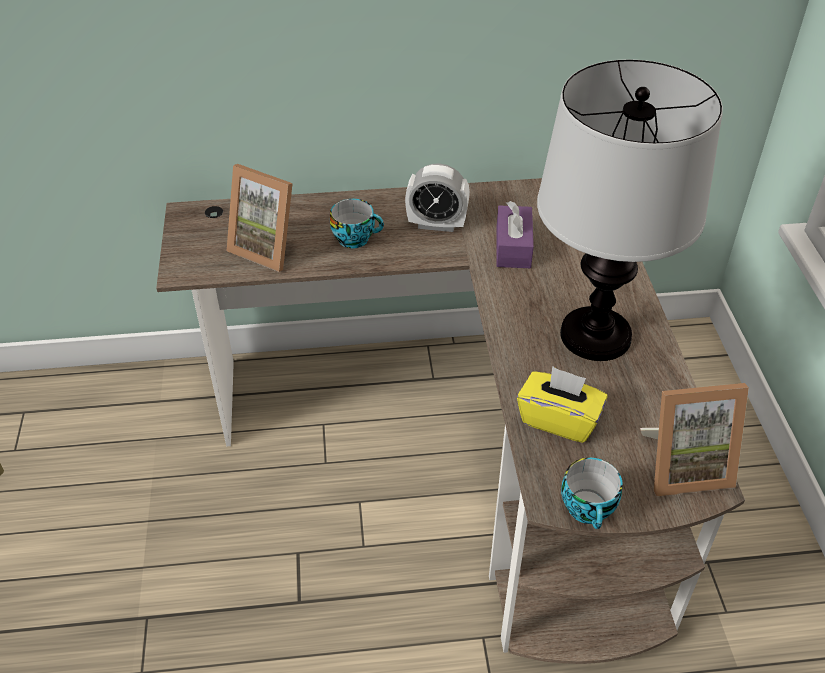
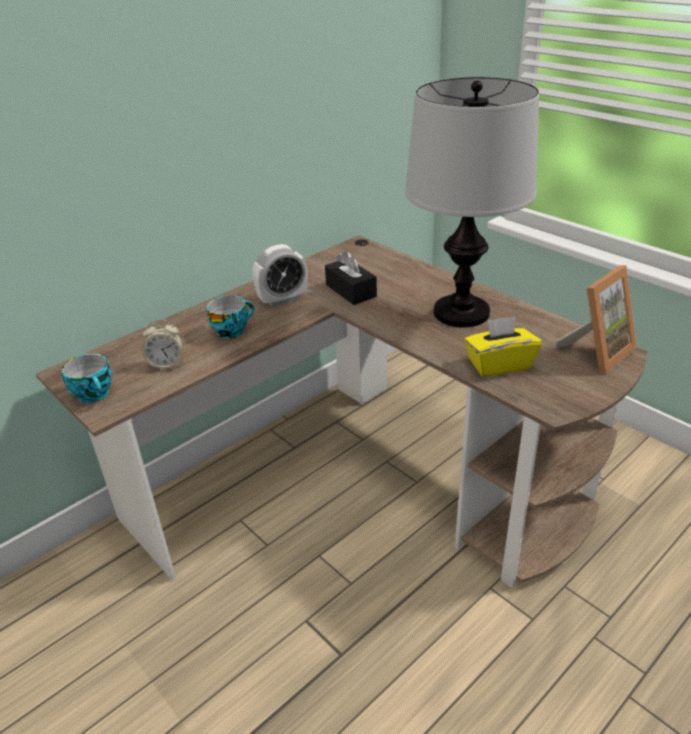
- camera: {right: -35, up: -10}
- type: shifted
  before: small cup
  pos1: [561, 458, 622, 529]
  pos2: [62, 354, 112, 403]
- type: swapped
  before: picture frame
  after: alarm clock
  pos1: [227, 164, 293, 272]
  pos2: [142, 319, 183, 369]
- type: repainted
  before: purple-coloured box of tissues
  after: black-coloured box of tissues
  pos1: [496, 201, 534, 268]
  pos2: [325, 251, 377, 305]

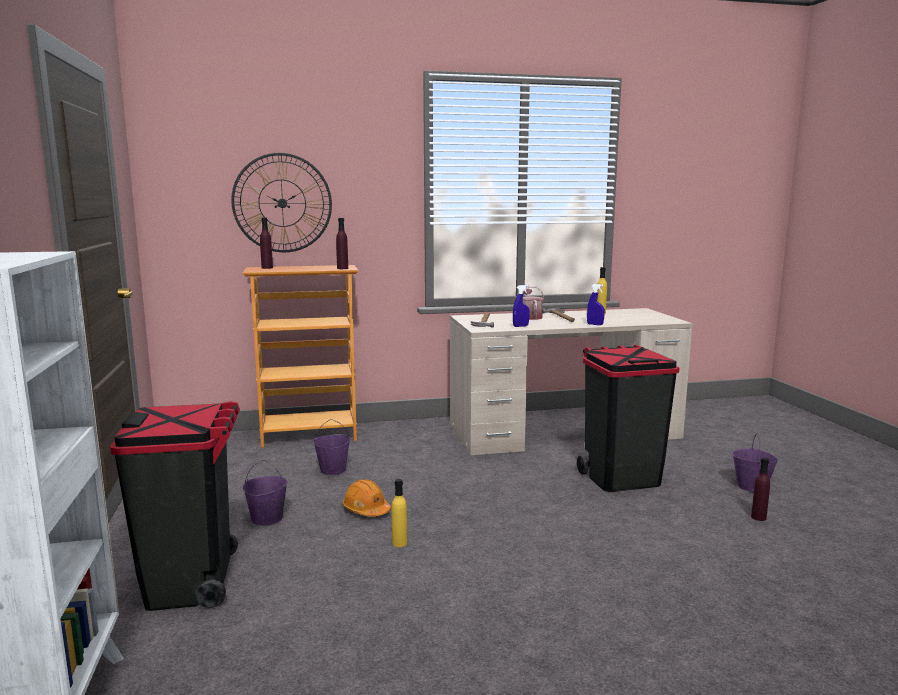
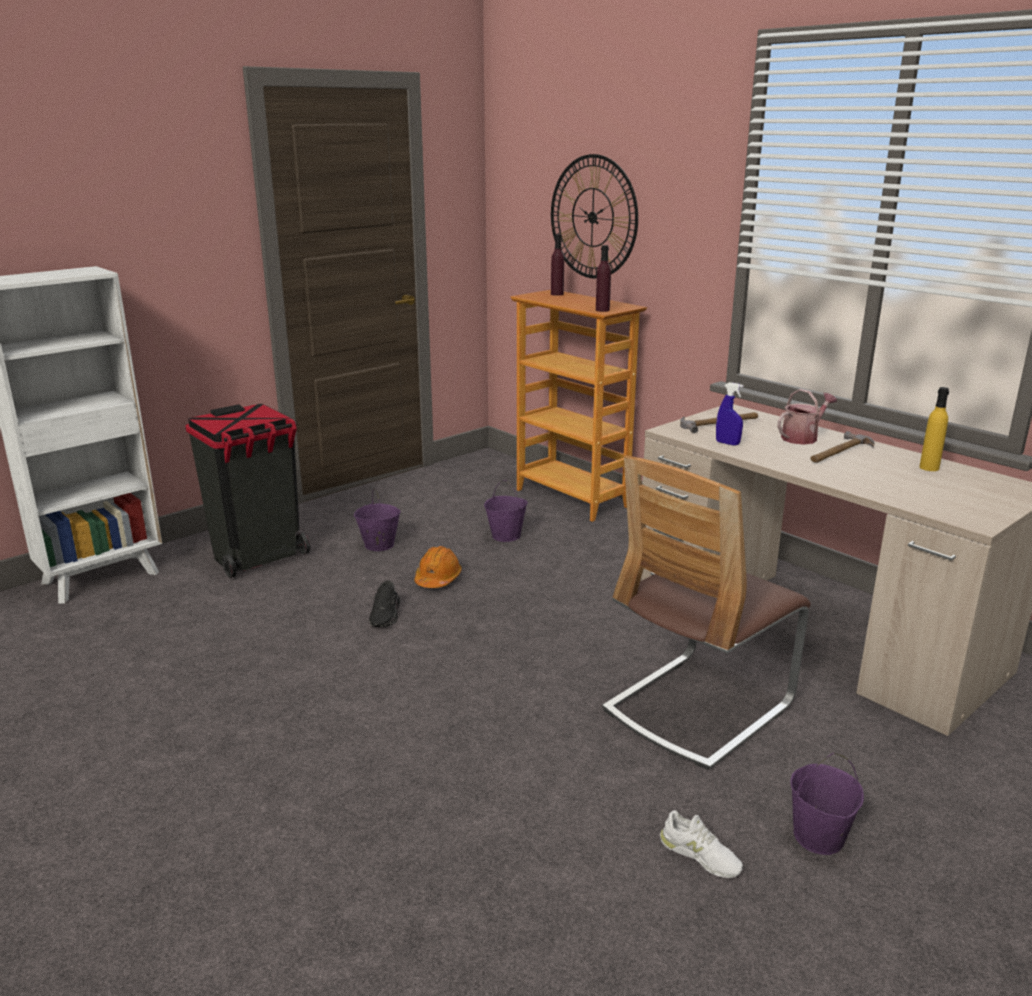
- camera: {right: 60, up: 10}
- type: gone
  before: blue-coloured sprayer
  pos1: [587, 284, 605, 325]
- type: swapped
  before: yellow drink bottle
  after: black-coloured item of footwear
  pos1: [392, 479, 407, 547]
  pos2: [369, 580, 400, 627]
- type: swapped
  before: black-coloured rubbish bin
  after: upright chair
  pos1: [577, 345, 679, 492]
  pos2: [602, 455, 811, 770]
- type: swapped
  before: purple-coloured drink bottle
  after: white-coloured item of footwear
  pos1: [751, 457, 770, 521]
  pos2: [660, 810, 743, 878]

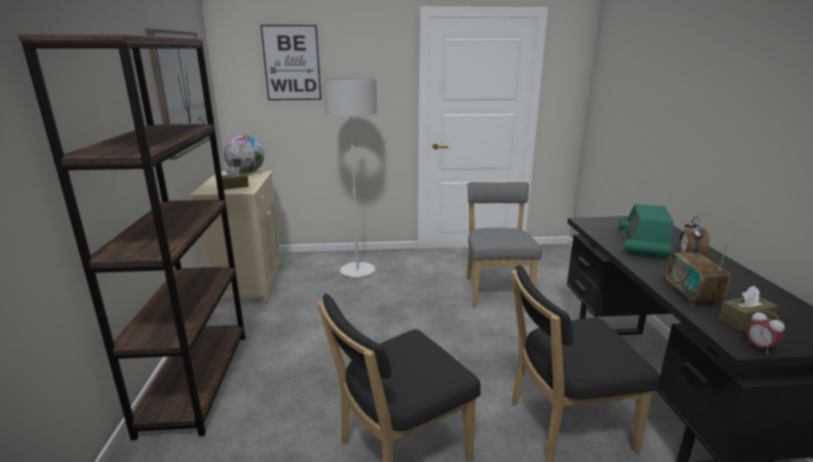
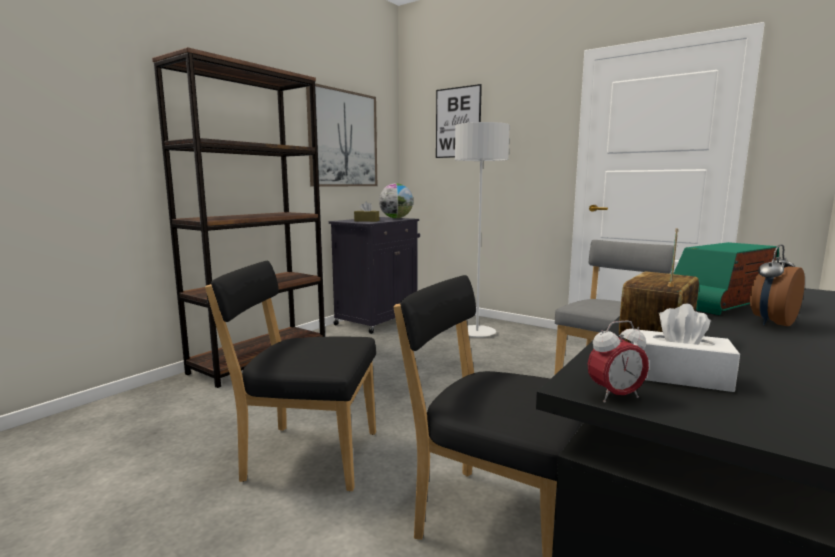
- camera: {right: 40, up: -10}
- type: repainted
  before: beige-coloured cabinet
  after: black-coloured cabinet
  pos1: [190, 171, 281, 304]
  pos2: [329, 217, 420, 334]
- type: repainted
  before: brown-coloured box of tissues
  after: white-coloured box of tissues
  pos1: [718, 286, 779, 331]
  pos2: [633, 304, 740, 392]
- type: rotated
  before: alarm clock
  pos1: [746, 310, 785, 354]
  pos2: [587, 320, 649, 403]
  turn: -120

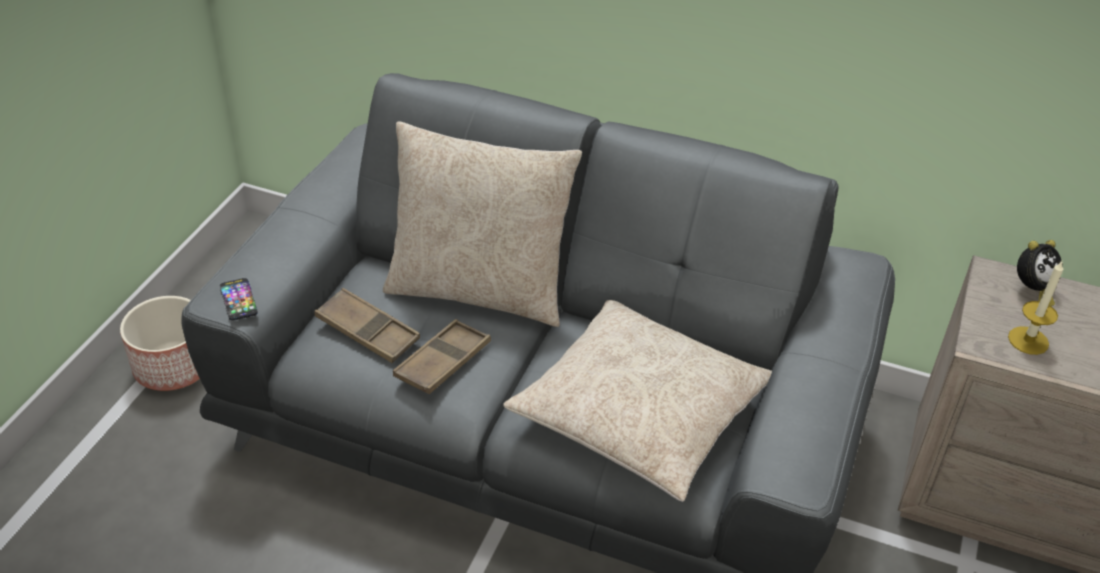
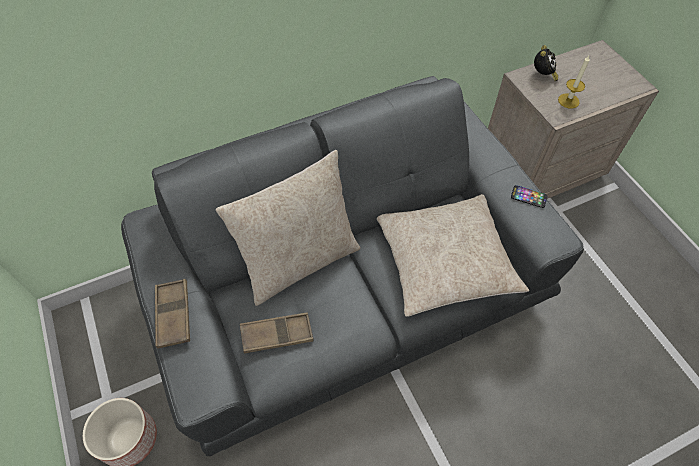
- camera: {right: -45, up: 15}
- type: shifted
  before: handset
  pos1: [220, 278, 258, 321]
  pos2: [511, 185, 547, 208]
- type: shifted
  before: brown-coloured tray
  pos1: [393, 319, 491, 394]
  pos2: [155, 279, 190, 349]

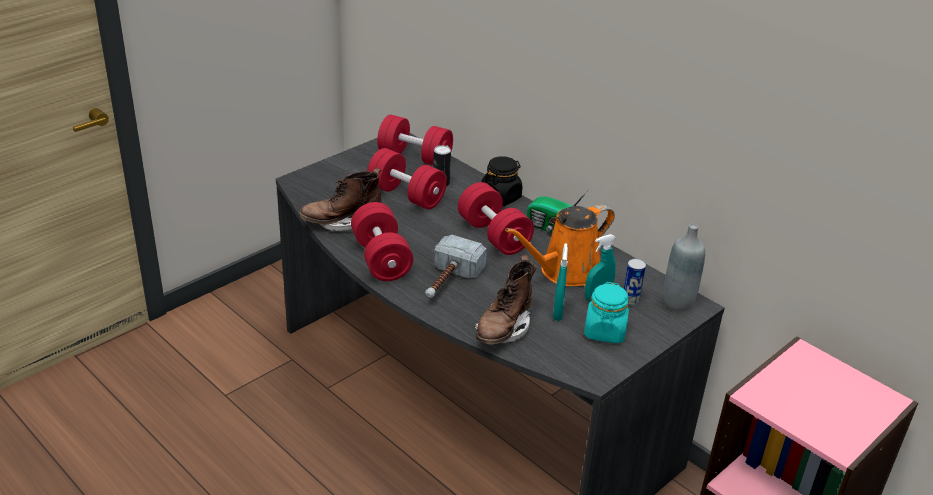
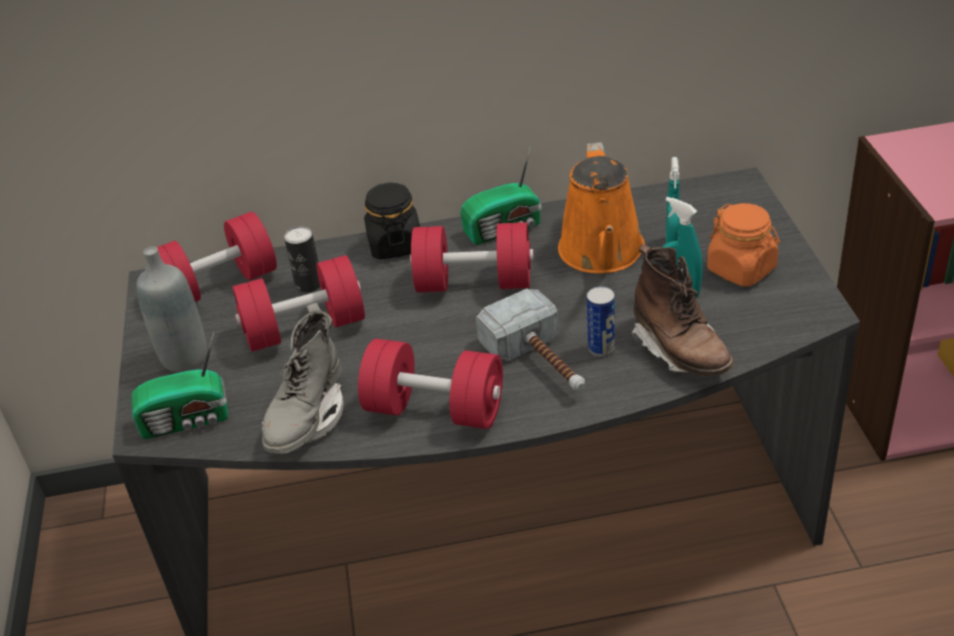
- camera: {right: -50, up: 5}
- type: new
  after: radio
  pos2: [131, 332, 228, 439]
- type: shifted
  before: metal can
  pos1: [624, 259, 646, 306]
  pos2: [587, 286, 615, 357]
- type: shifted
  before: gray drink bottle
  pos1: [663, 224, 705, 311]
  pos2: [136, 247, 207, 373]
- type: repainted
  before: brown-coloured boot
  after: gray boot
  pos1: [299, 168, 382, 231]
  pos2: [261, 303, 344, 454]
- type: repainted
  before: blue-green storage jar
  after: orange-coloured storage jar
  pos1: [584, 282, 629, 343]
  pos2: [707, 203, 780, 287]

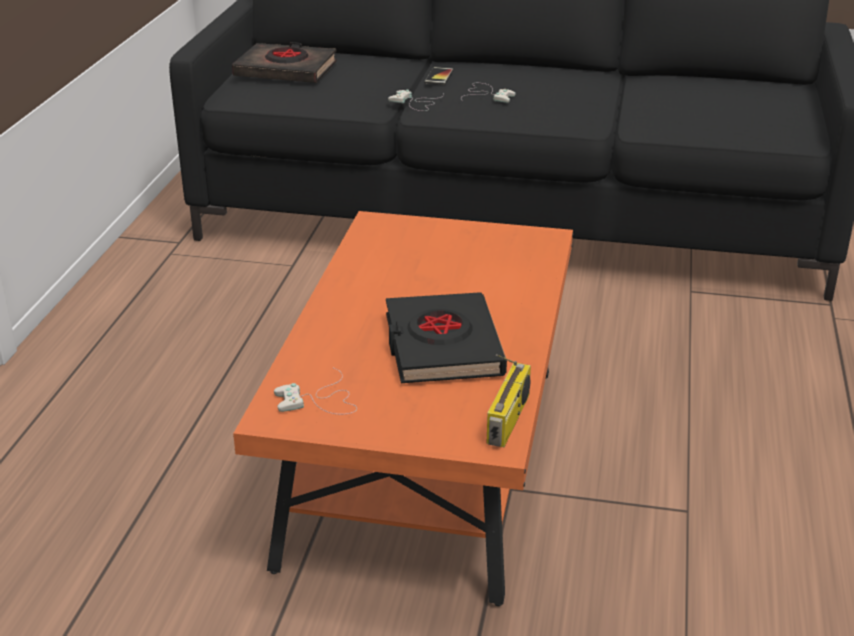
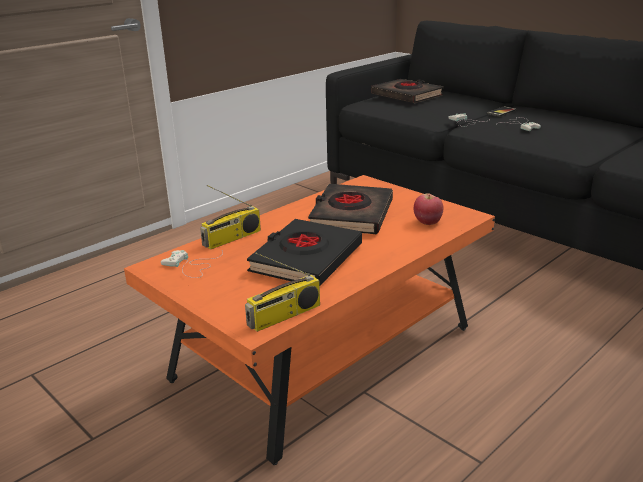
- camera: {right: 35, up: -5}
- type: new
  after: radio
  pos2: [200, 185, 261, 249]
- type: new
  after: black-coloured volume
  pos2: [308, 184, 393, 234]
- type: new
  after: apple
  pos2: [414, 193, 444, 225]

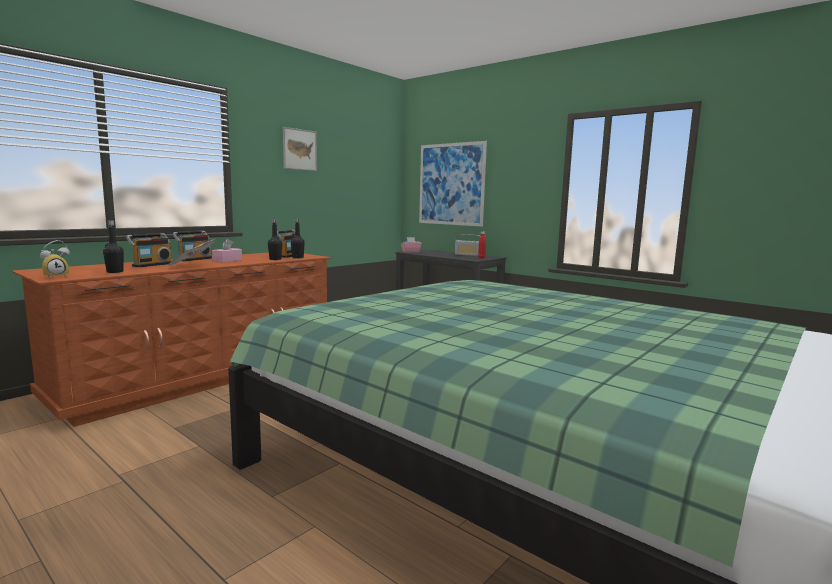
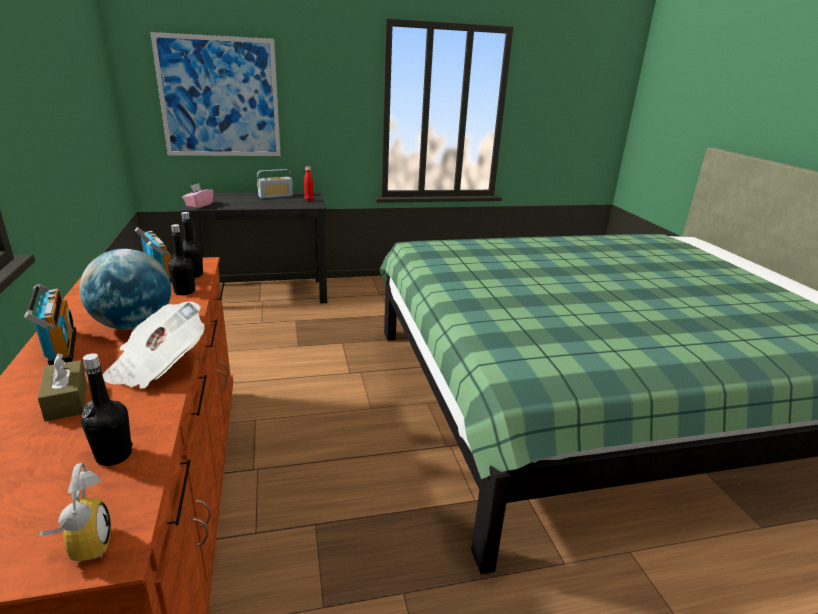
- camera: {right: -55, up: 15}
- type: gone
  before: picture
  pos1: [283, 127, 317, 171]
- type: swapped
  before: radio
  after: brown-coloured box of tissues
  pos1: [126, 233, 171, 267]
  pos2: [38, 353, 87, 422]
- type: swapped
  before: pink box of tissues
  after: world globe
  pos1: [212, 239, 242, 262]
  pos2: [79, 249, 171, 330]

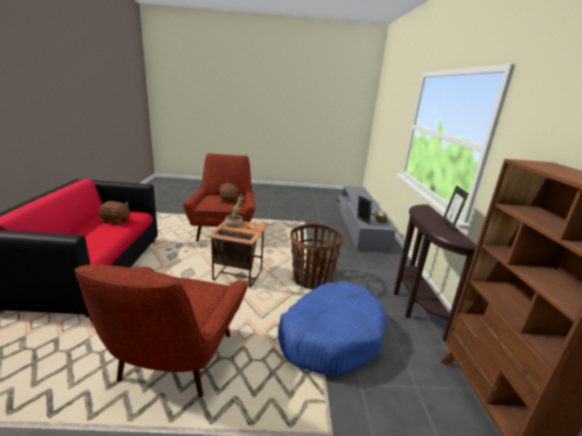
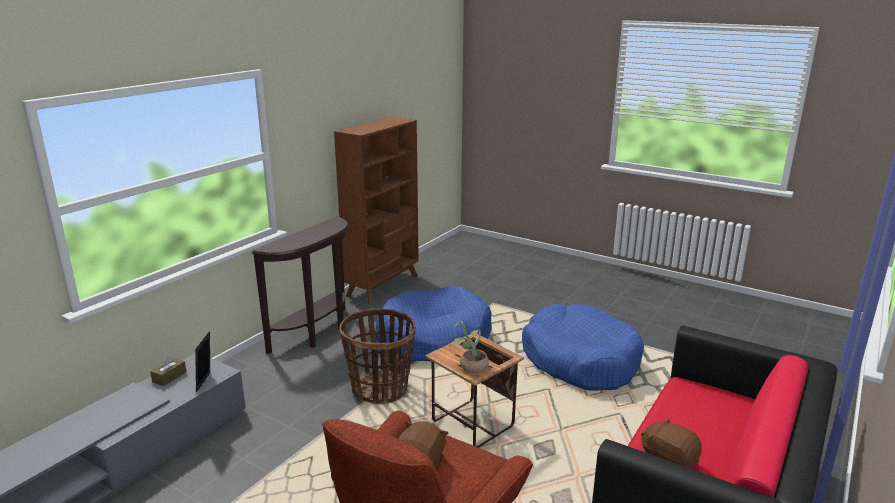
- camera: {right: -145, up: 0}
- type: gone
  before: picture frame
  pos1: [442, 185, 469, 231]
- type: swapped
  before: red-coloured lounge chair
  after: blue-coloured pet bed
  pos1: [74, 264, 248, 397]
  pos2: [522, 304, 644, 391]

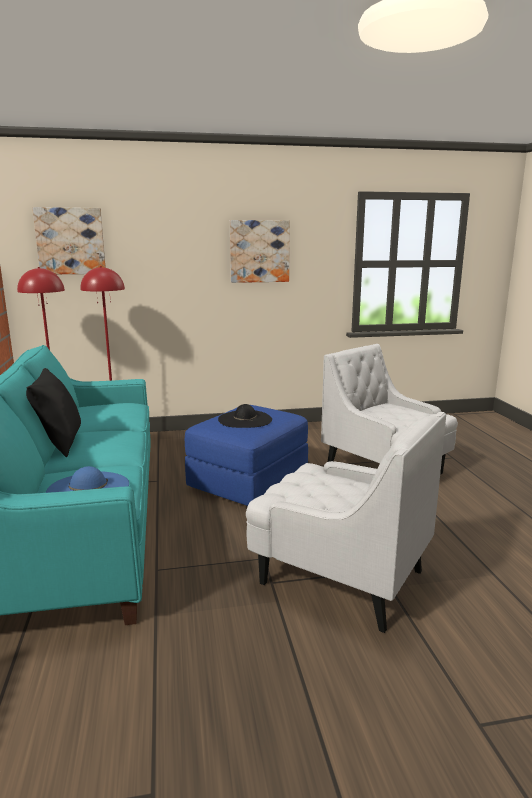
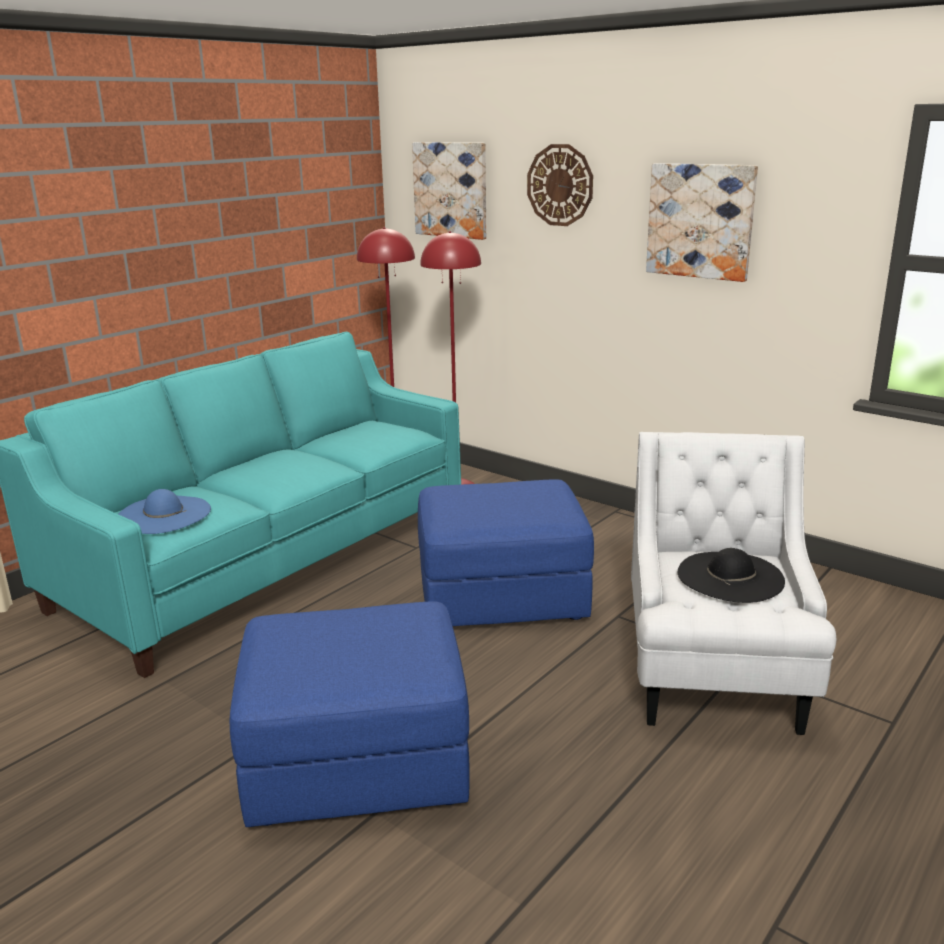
- camera: {right: 50, up: 5}
- type: gone
  before: black-coloured throw pillow
  pos1: [26, 368, 81, 457]
- type: new
  after: clock on the wall
  pos2: [527, 144, 593, 226]
- type: shifted
  before: black-coloured clothing hat
  pos1: [218, 404, 272, 428]
  pos2: [678, 548, 785, 603]
- type: swapped
  before: white-coloured lounge chair
  after: blue-coloured footrest
  pos1: [246, 412, 446, 633]
  pos2: [230, 601, 469, 827]

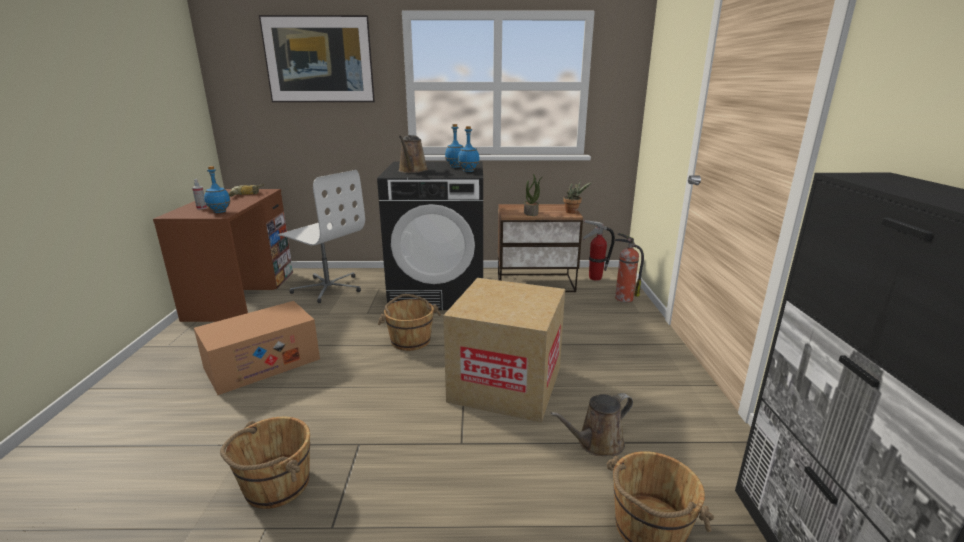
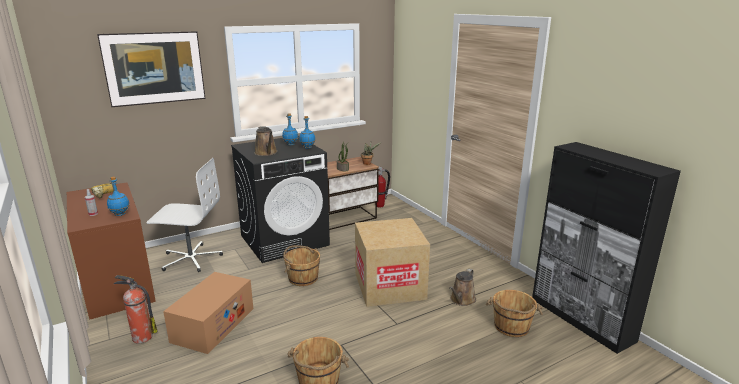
- camera: {right: -30, up: 0}
- type: shifted
  before: extinguisher
  pos1: [614, 233, 644, 302]
  pos2: [114, 275, 157, 343]

